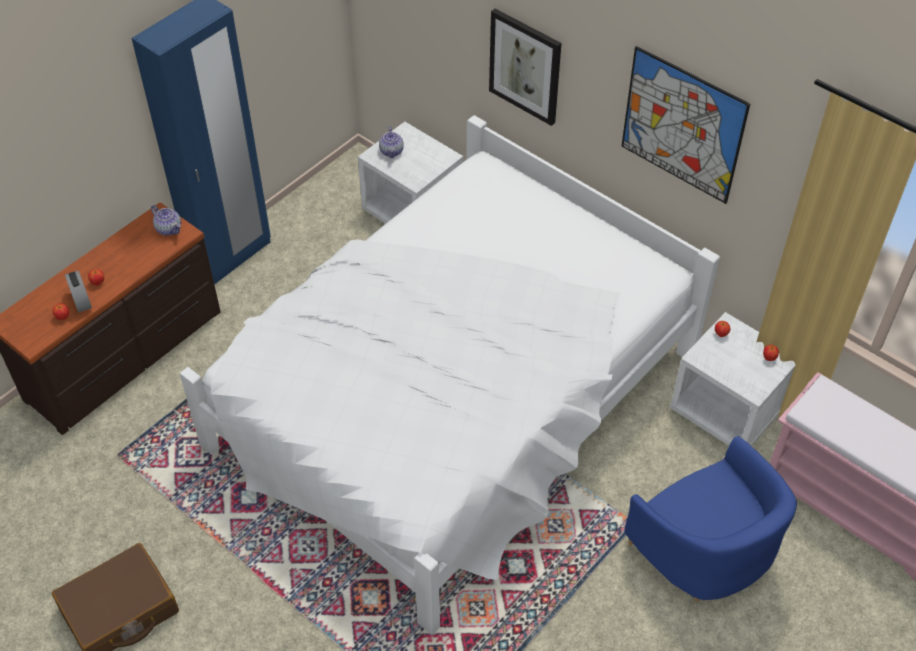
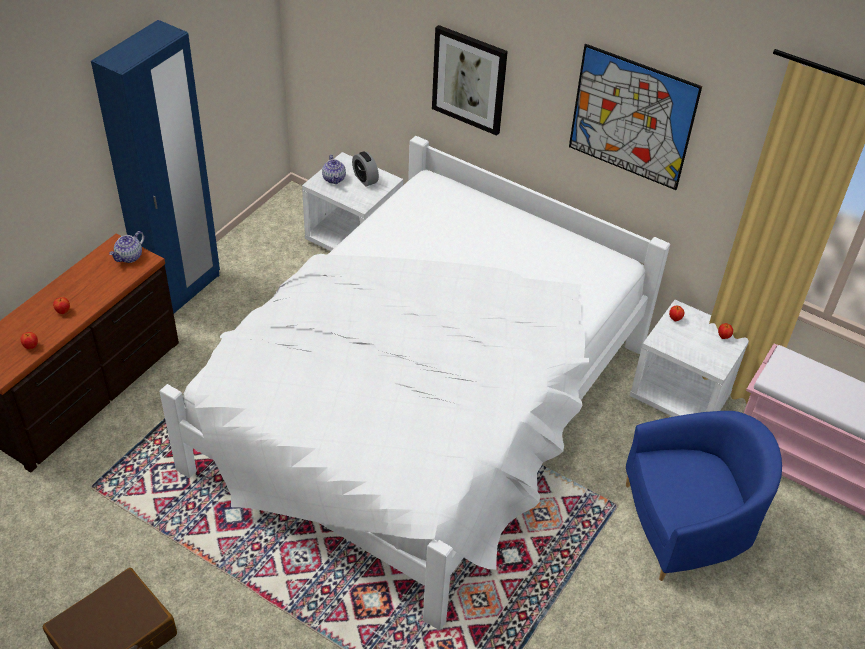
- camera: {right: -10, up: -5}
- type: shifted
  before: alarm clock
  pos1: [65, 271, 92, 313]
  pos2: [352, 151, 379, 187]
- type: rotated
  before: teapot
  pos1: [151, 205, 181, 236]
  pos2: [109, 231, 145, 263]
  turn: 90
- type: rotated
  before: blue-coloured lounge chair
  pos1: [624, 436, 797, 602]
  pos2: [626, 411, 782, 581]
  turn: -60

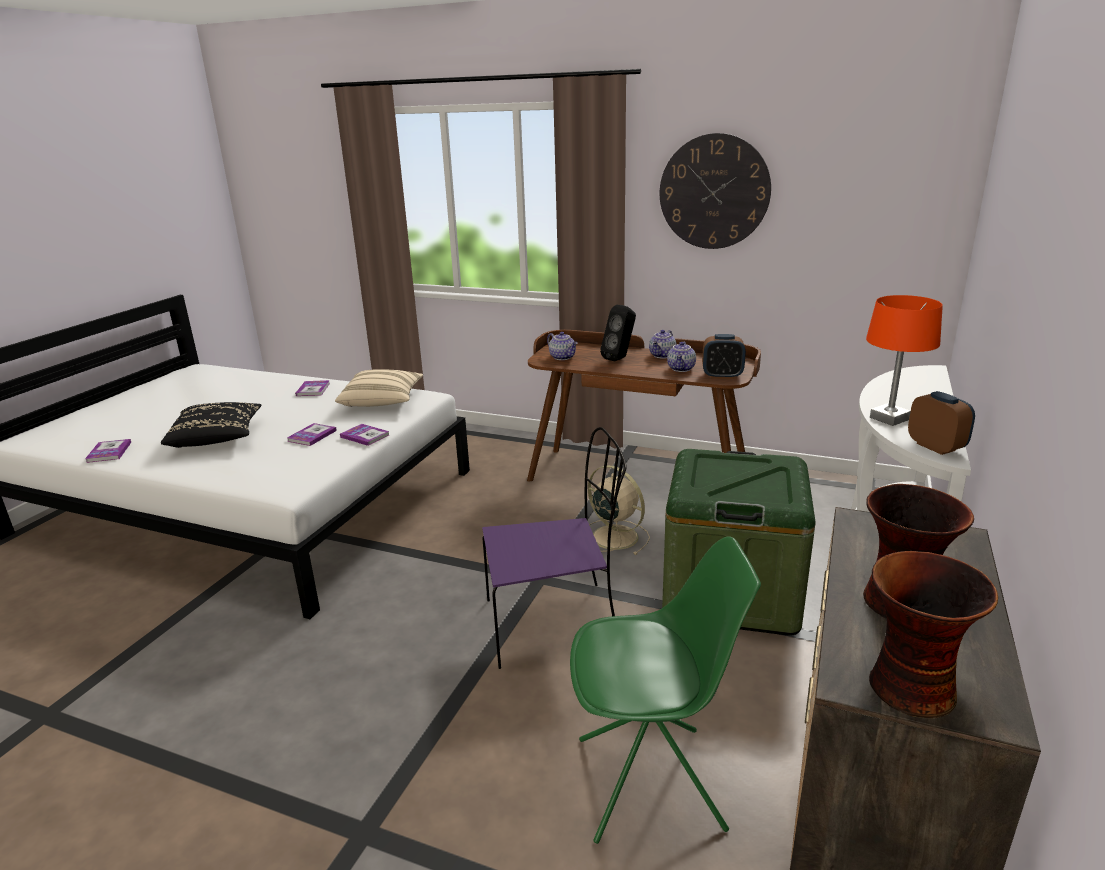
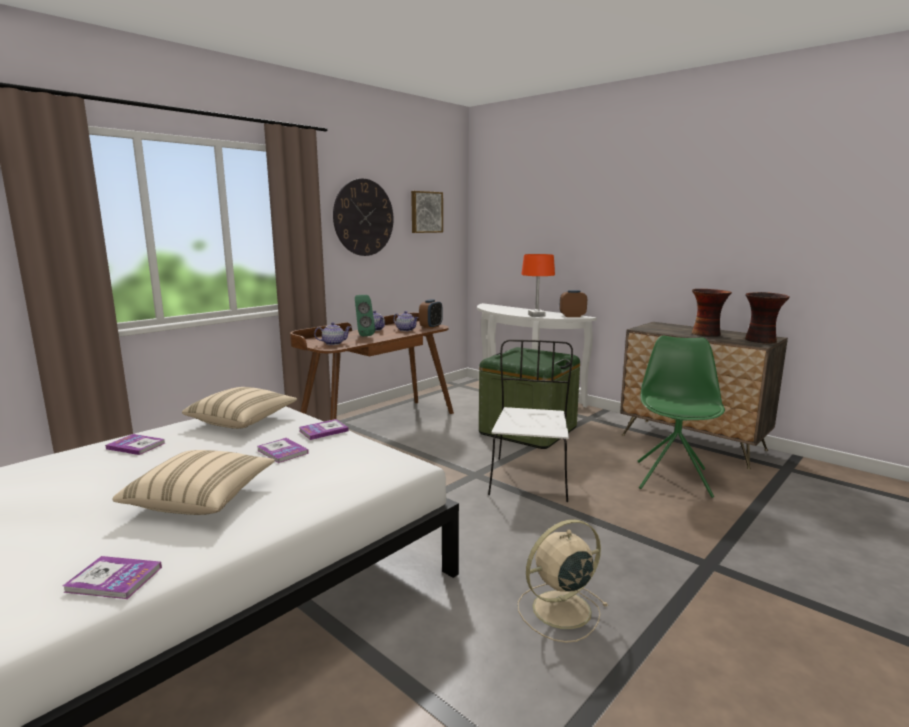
- camera: {right: -70, up: -10}
- type: new
  after: picture
  pos2: [411, 191, 443, 233]
- type: shifted
  before: beige-coloured electric fan
  pos1: [588, 465, 650, 555]
  pos2: [518, 519, 608, 643]
- type: repainted
  before: black-coloured throw pillow
  after: beige-coloured throw pillow
  pos1: [161, 402, 262, 448]
  pos2: [112, 450, 275, 515]
- type: repainted
  before: purple-coloured upright chair
  after: white-coloured upright chair
  pos1: [482, 427, 627, 669]
  pos2: [488, 340, 573, 502]
- type: repainted
  before: black-coloured speaker
  after: green-coloured speaker
  pos1: [600, 305, 636, 362]
  pos2: [355, 295, 375, 336]

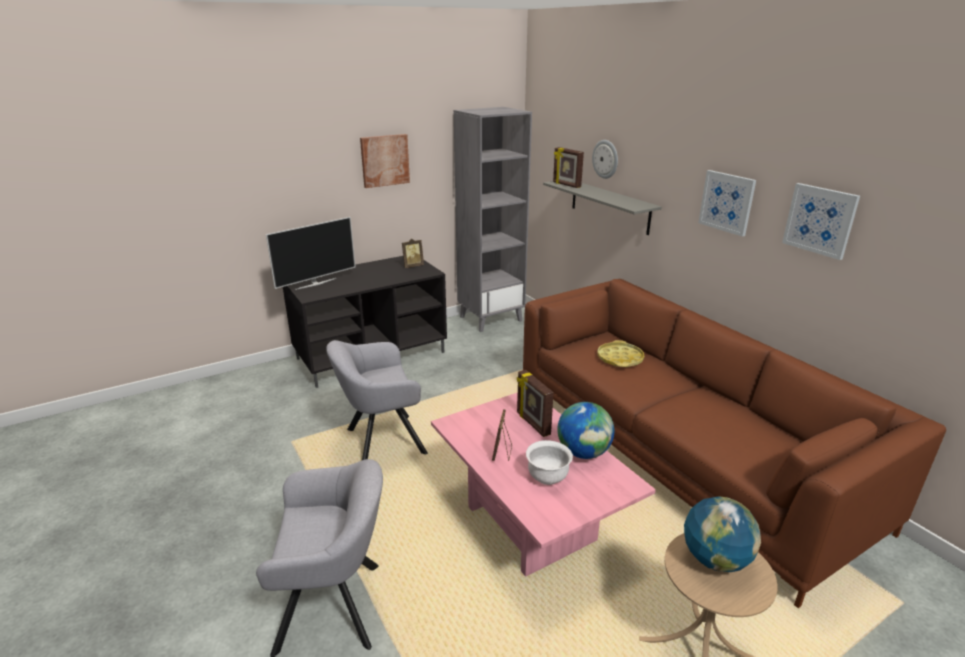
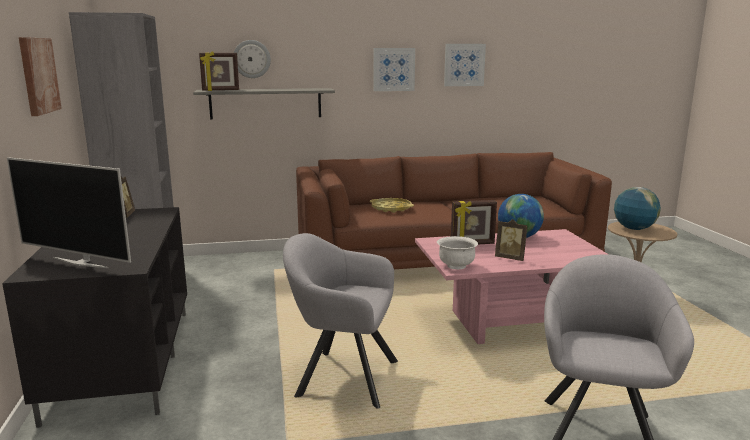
- camera: {right: -70, up: -10}
- type: shifted
  before: white-coloured serving bowl
  pos1: [526, 440, 573, 485]
  pos2: [437, 236, 478, 269]
- type: rotated
  before: TV
  pos1: [266, 217, 356, 290]
  pos2: [7, 157, 131, 268]
  turn: 135
- type: rotated
  before: gray lounge chair
  pos1: [326, 340, 428, 460]
  pos2: [283, 233, 398, 409]
  turn: 105

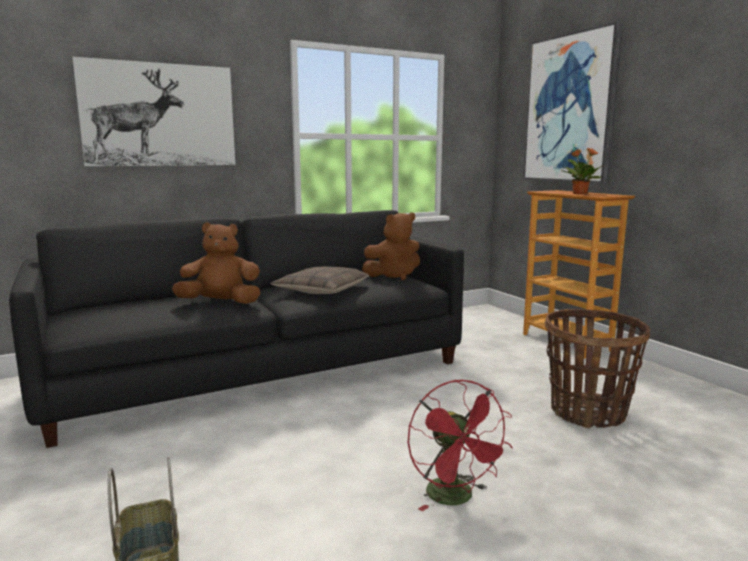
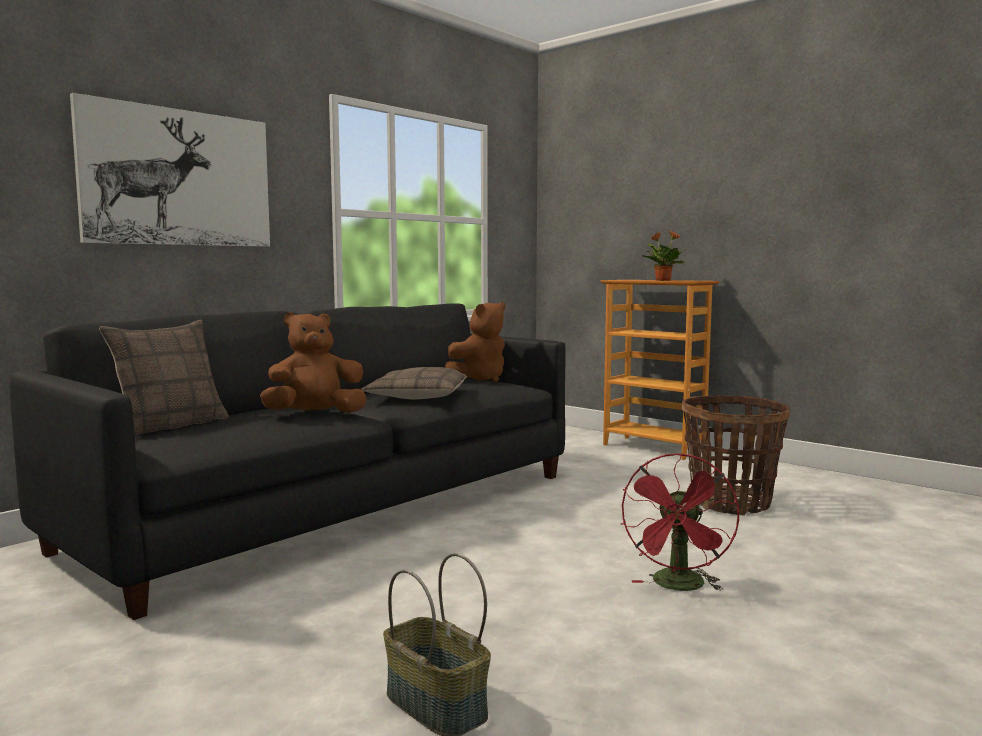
- camera: {right: -20, up: -5}
- type: gone
  before: picture
  pos1: [523, 22, 623, 183]
- type: new
  after: throw pillow
  pos2: [99, 320, 229, 435]
- type: rotated
  before: red-coloured electric fan
  pos1: [408, 380, 513, 511]
  pos2: [621, 453, 739, 591]
  turn: 60

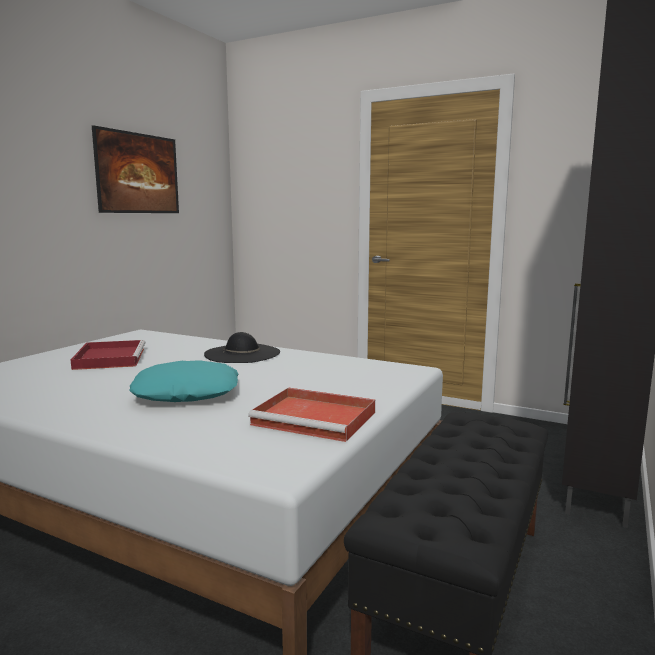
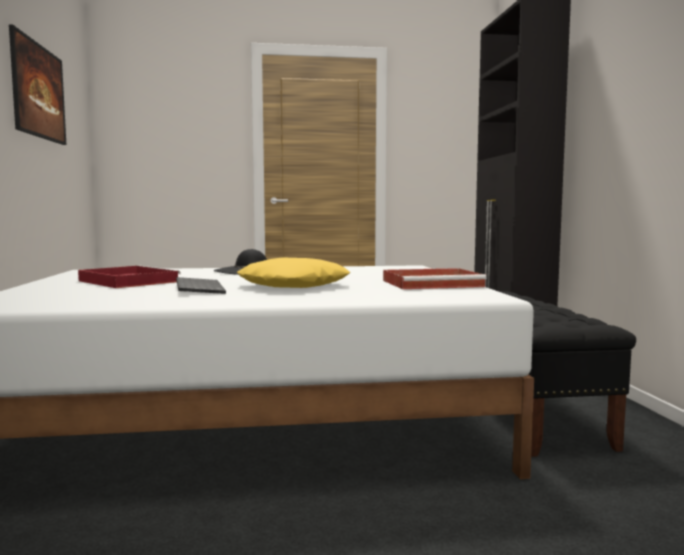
- camera: {right: -35, up: -5}
- type: new
  after: PC keyboard
  pos2: [176, 277, 226, 294]
- type: repainted
  before: blue-green throw pillow
  after: yellow throw pillow
  pos1: [129, 360, 238, 402]
  pos2: [237, 258, 350, 288]

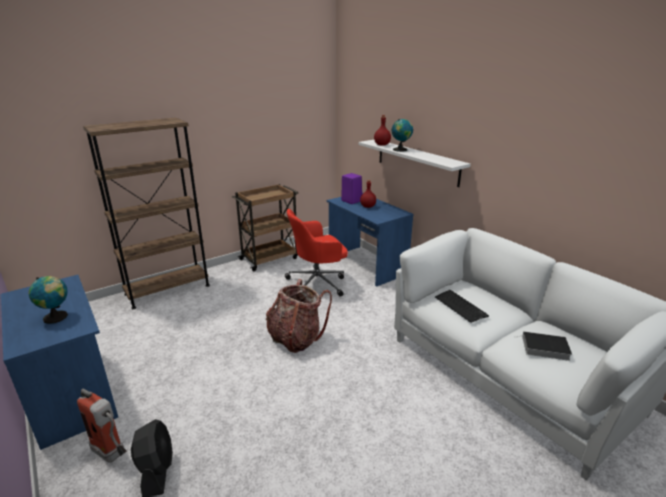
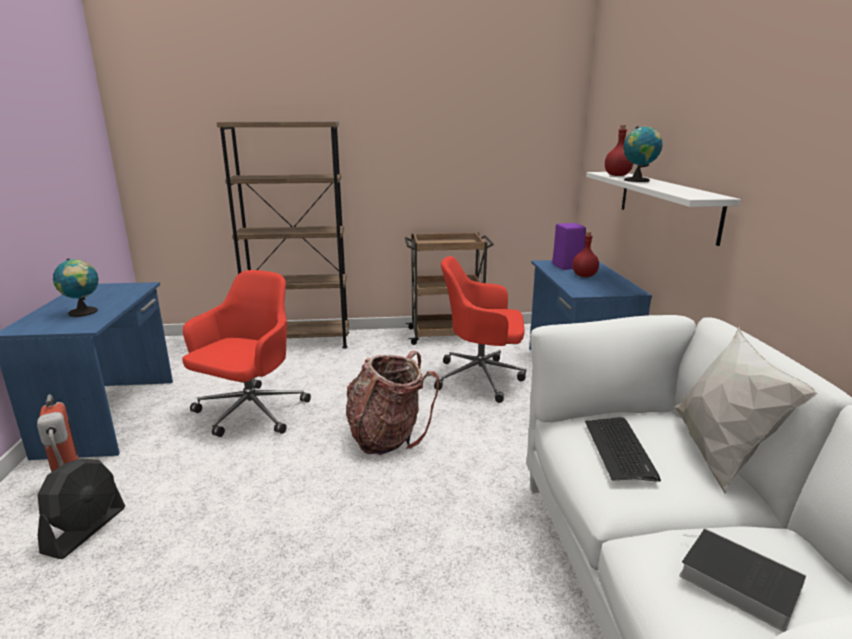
- camera: {right: 30, up: -5}
- type: new
  after: red-coloured desk chair
  pos2: [182, 270, 311, 437]
- type: new
  after: white-coloured throw pillow
  pos2: [674, 327, 817, 494]

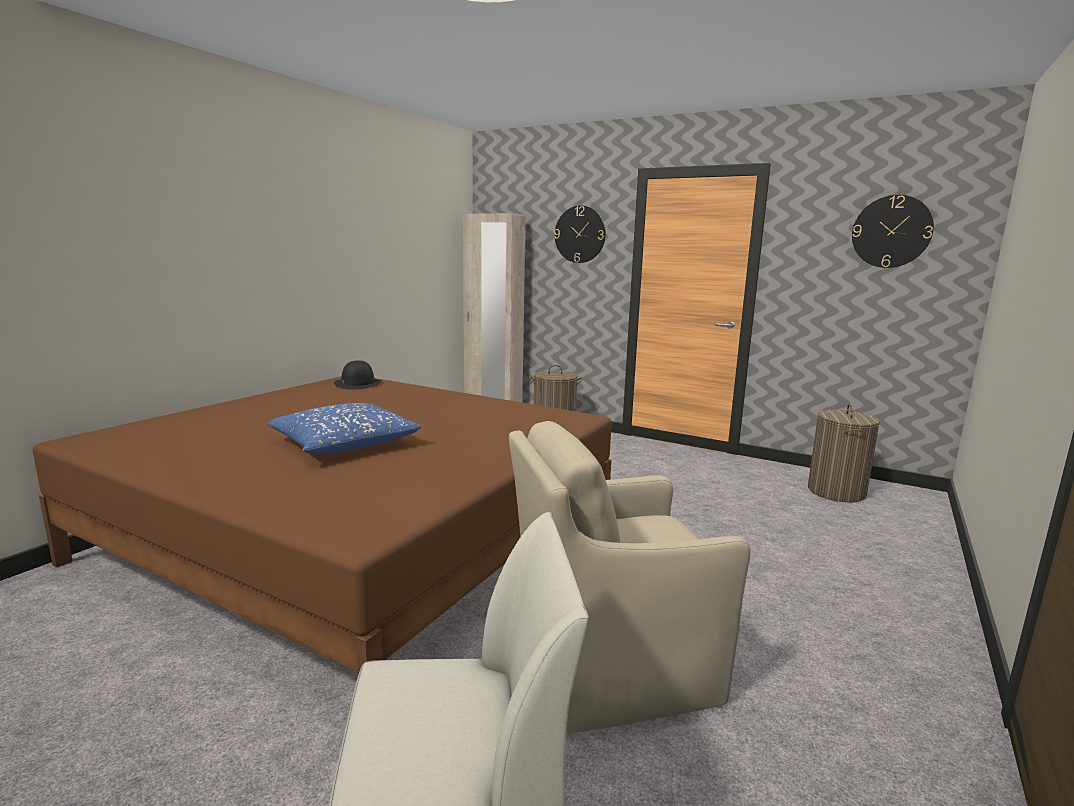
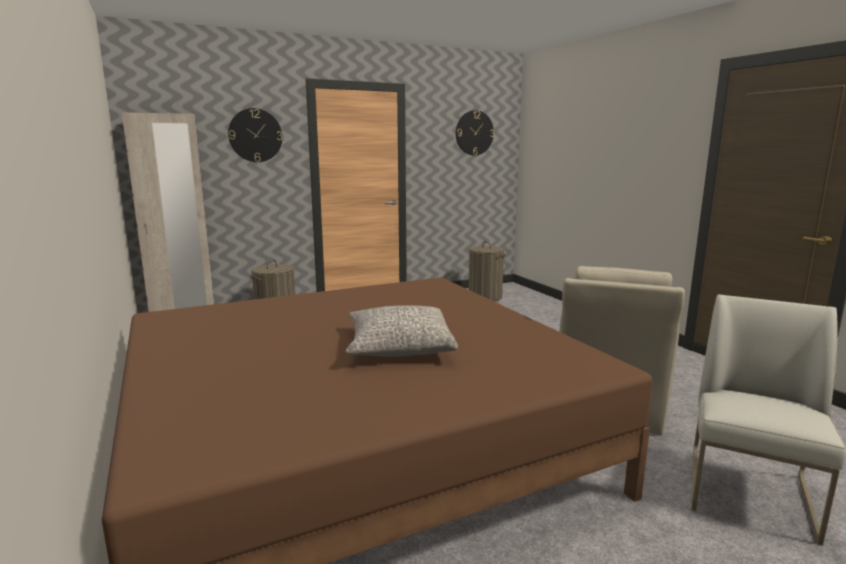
- camera: {right: -55, up: 0}
- type: gone
  before: black-coloured clothing hat
  pos1: [334, 360, 382, 390]
- type: repainted
  before: blue-coloured throw pillow
  after: gray throw pillow
  pos1: [266, 403, 422, 454]
  pos2: [345, 305, 458, 357]

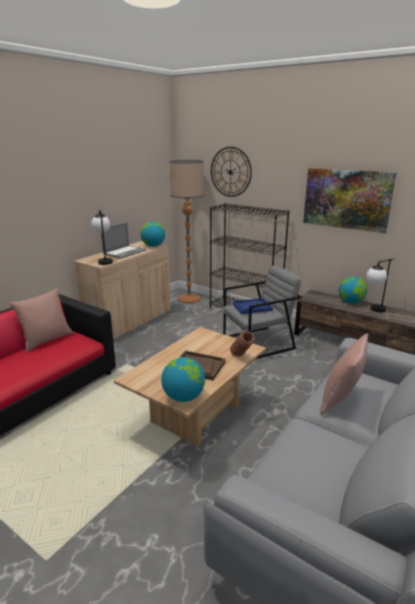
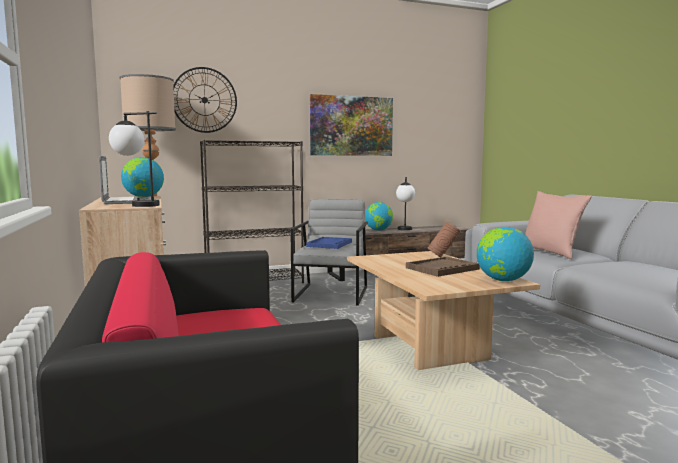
- camera: {right: -55, up: -15}
- type: gone
  before: pink throw pillow
  pos1: [10, 289, 73, 352]

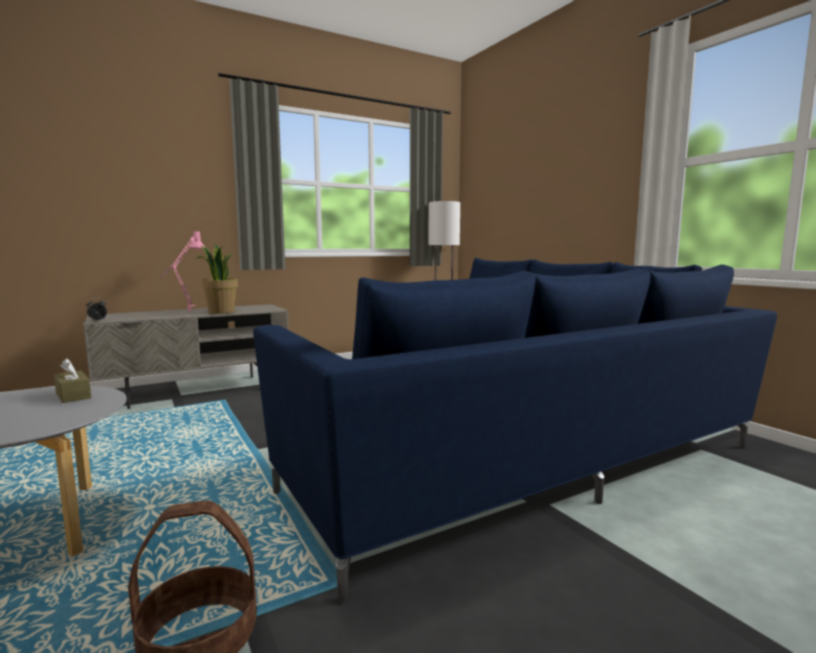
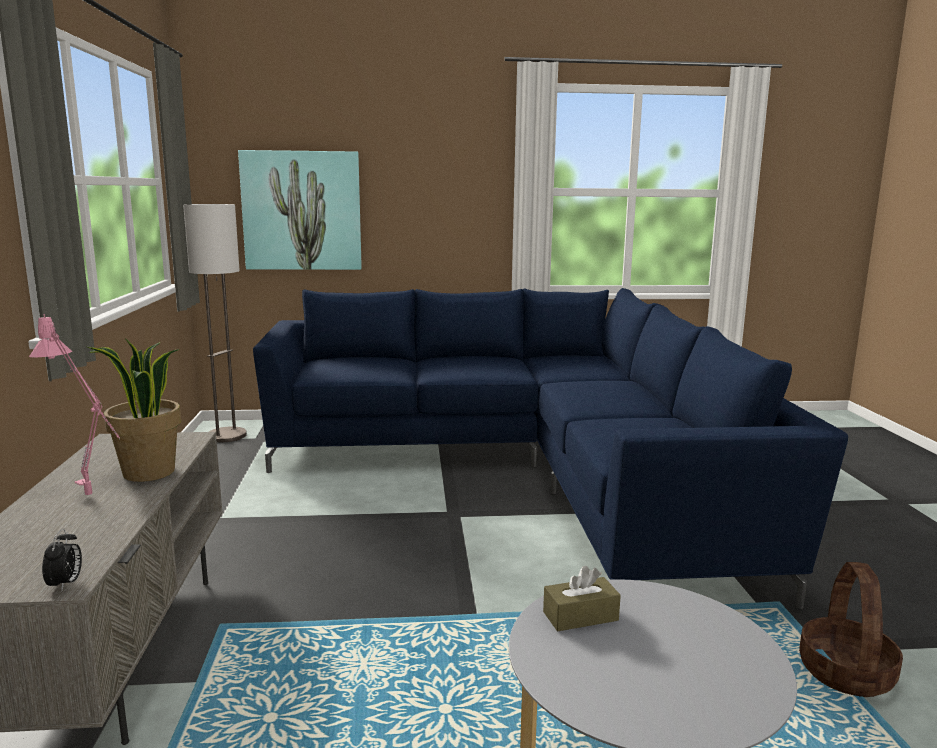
- camera: {right: -65, up: 5}
- type: new
  after: picture
  pos2: [238, 150, 362, 270]

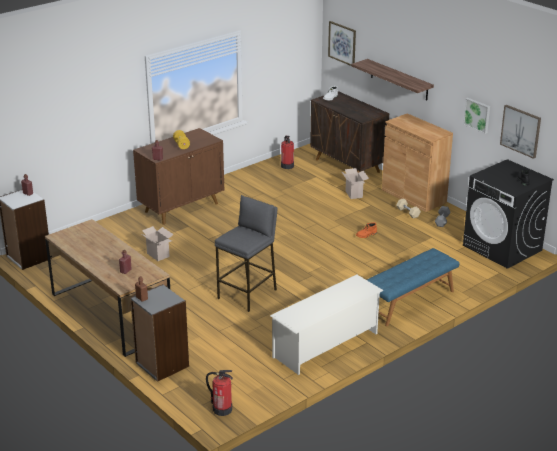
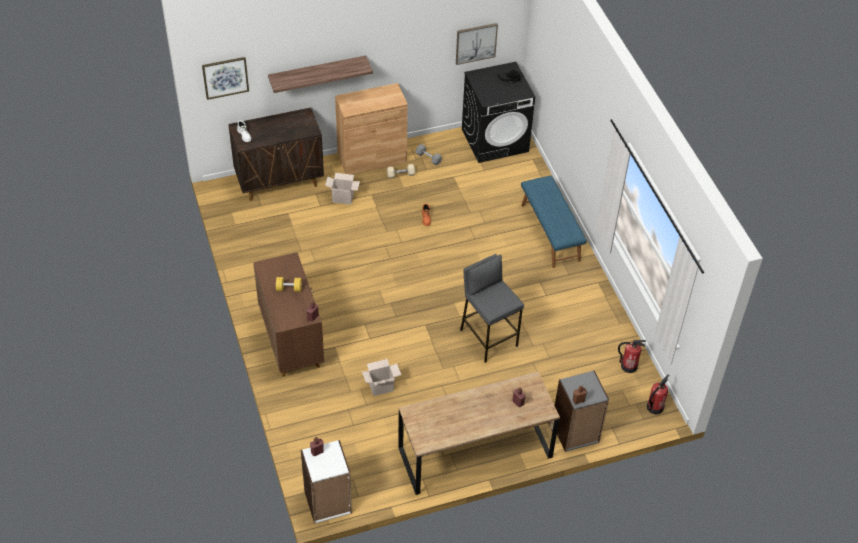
- camera: {right: -70, up: 20}
- type: gone
  before: white-coloured shoe shelf
  pos1: [270, 275, 384, 375]
- type: gone
  before: picture
  pos1: [463, 98, 490, 134]
- type: shifted
  before: extinguisher
  pos1: [281, 136, 294, 169]
  pos2: [618, 340, 646, 373]

